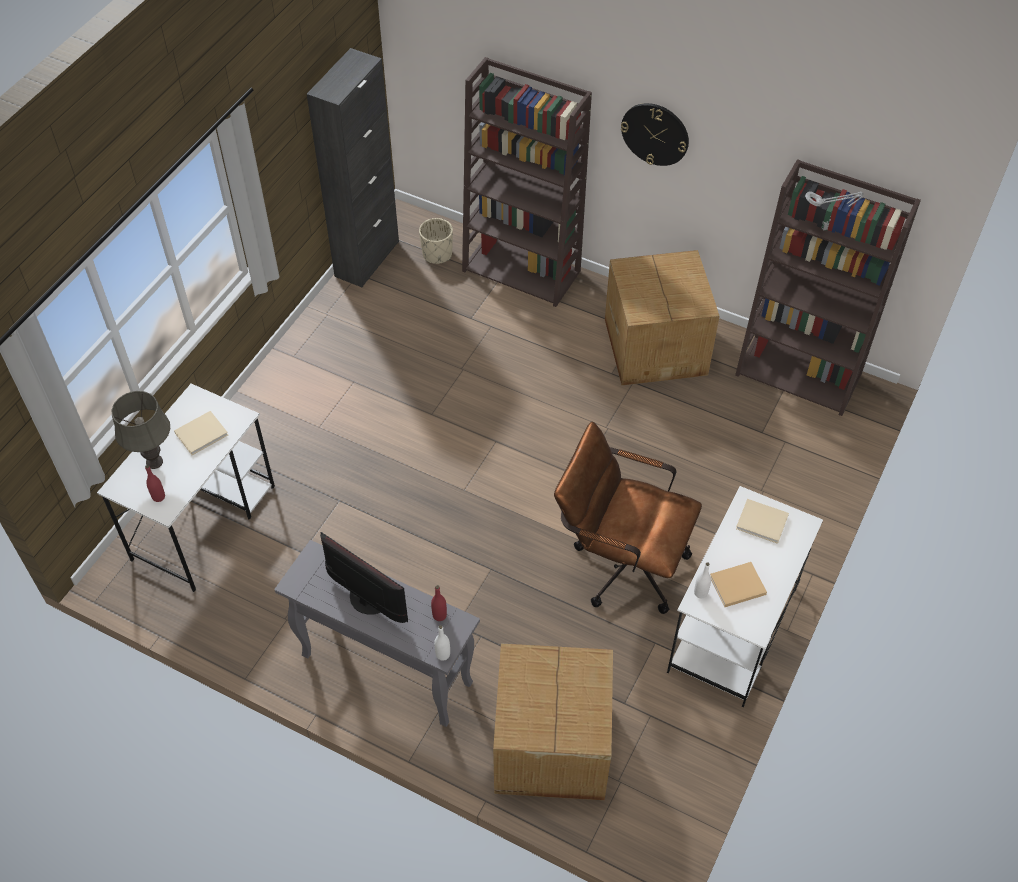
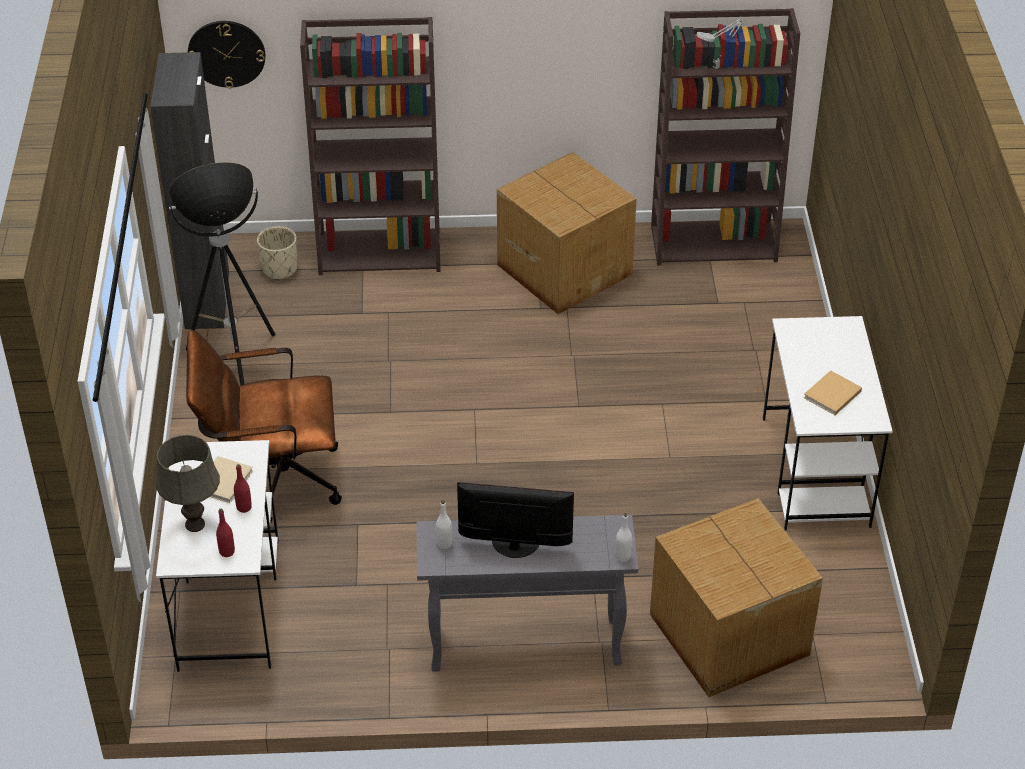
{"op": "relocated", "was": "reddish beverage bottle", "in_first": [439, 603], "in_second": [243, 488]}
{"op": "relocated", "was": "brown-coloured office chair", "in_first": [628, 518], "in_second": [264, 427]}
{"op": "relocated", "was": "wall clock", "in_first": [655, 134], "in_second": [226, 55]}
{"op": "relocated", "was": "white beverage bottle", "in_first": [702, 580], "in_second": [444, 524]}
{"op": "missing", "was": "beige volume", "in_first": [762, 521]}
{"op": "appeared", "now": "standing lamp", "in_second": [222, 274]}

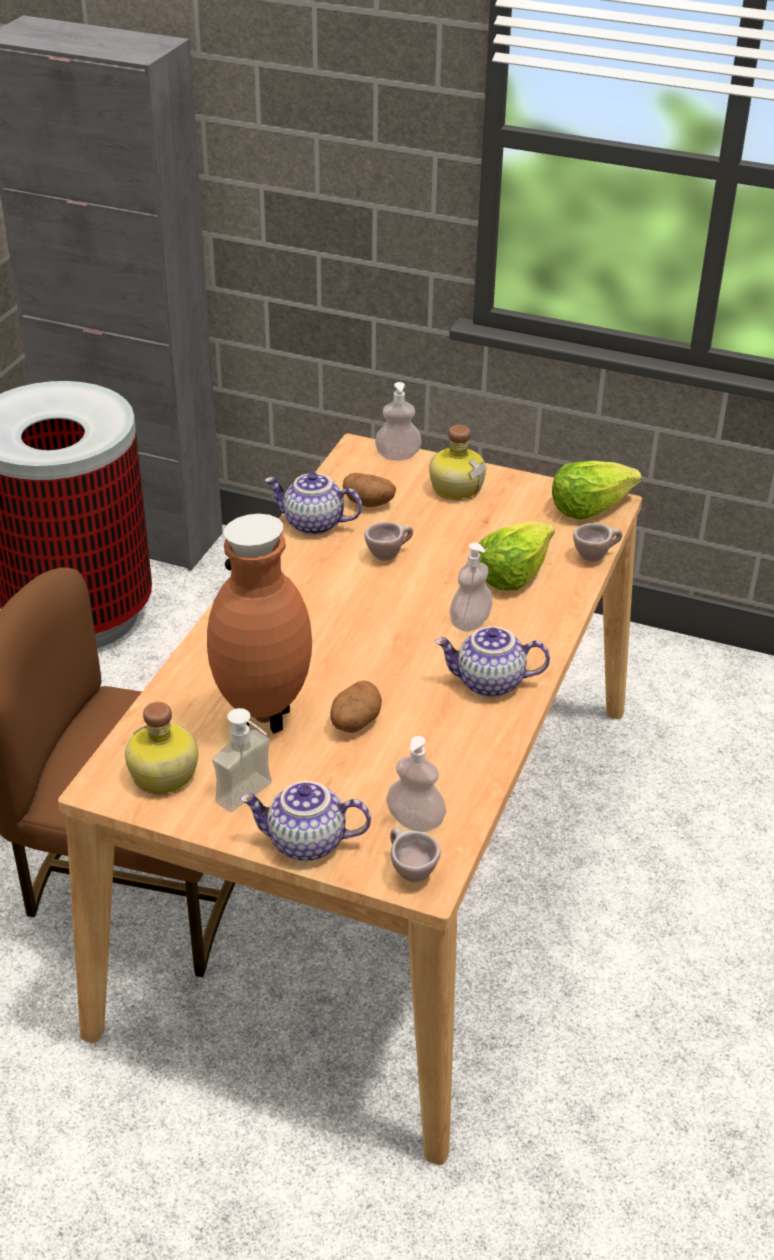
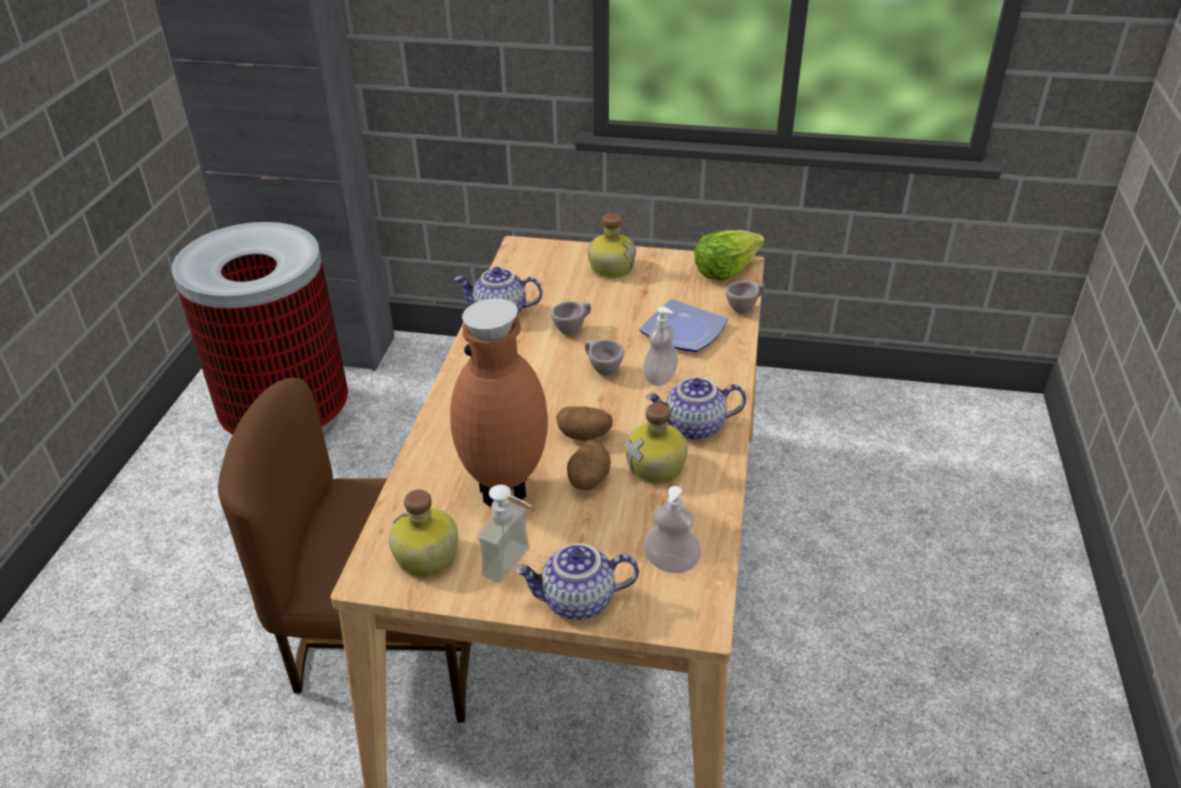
{"op": "relocated", "was": "spud", "in_first": [369, 490], "in_second": [584, 423]}
{"op": "missing", "was": "soap dispenser", "in_first": [398, 421]}
{"op": "relocated", "was": "beige small cup", "in_first": [415, 854], "in_second": [604, 358]}
{"op": "exchanged", "was": "lettuce", "now": "plate", "in_first": [516, 556], "in_second": [683, 325]}
{"op": "appeared", "now": "beverage bottle", "in_second": [656, 443]}

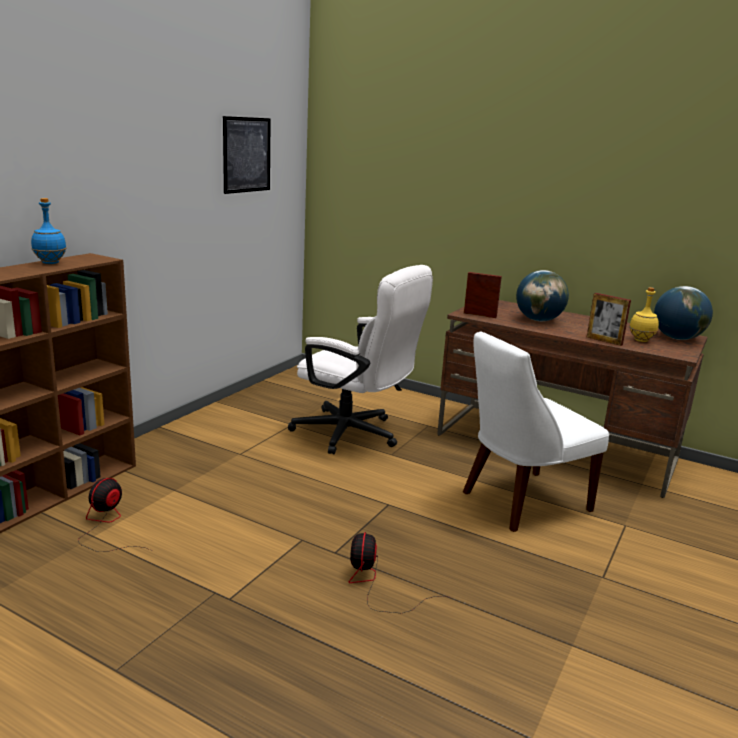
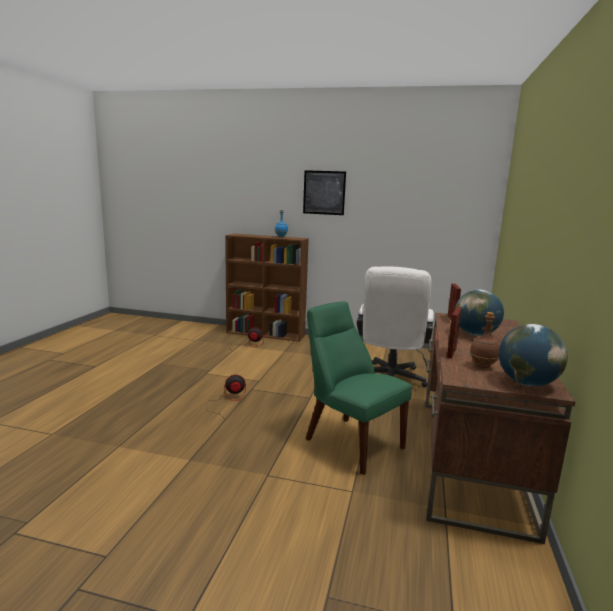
{"op": "relocated", "was": "picture", "in_first": [247, 155], "in_second": [324, 192]}
{"op": "colour", "was": "white plain chair", "now": "green-coloured plain chair", "in_first": [536, 431], "in_second": [358, 388]}
{"op": "colour", "was": "yellowish beverage bottle", "now": "brown-coloured beverage bottle", "in_first": [644, 314], "in_second": [485, 340]}

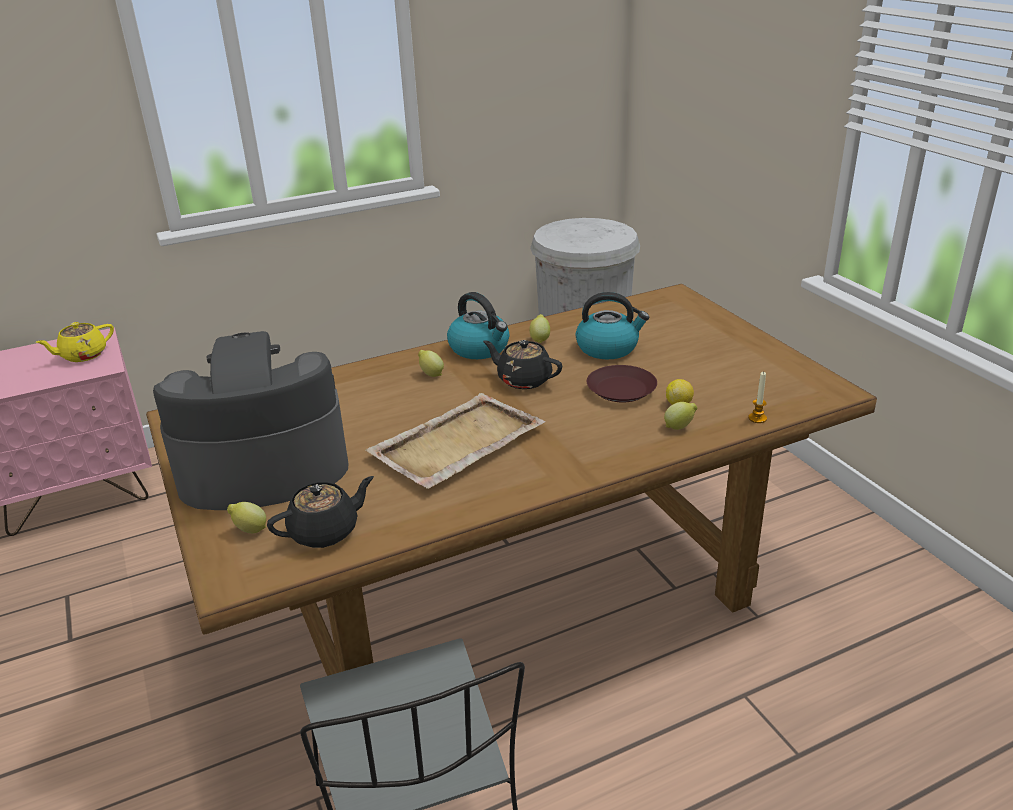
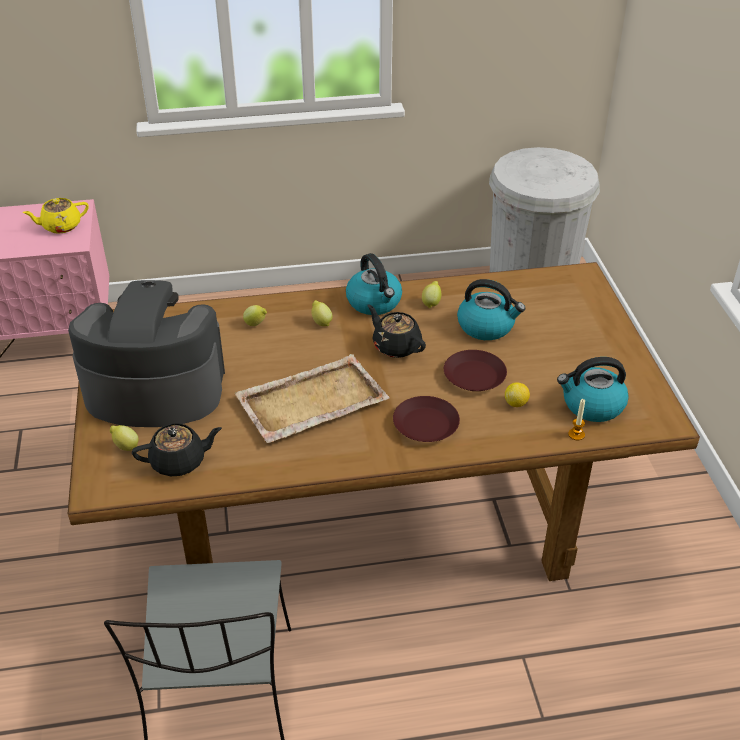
{"op": "relocated", "was": "lemon", "in_first": [681, 416], "in_second": [255, 315]}
{"op": "appeared", "now": "brown-coloured plate", "in_second": [426, 419]}
{"op": "appeared", "now": "water kettle", "in_second": [593, 389]}

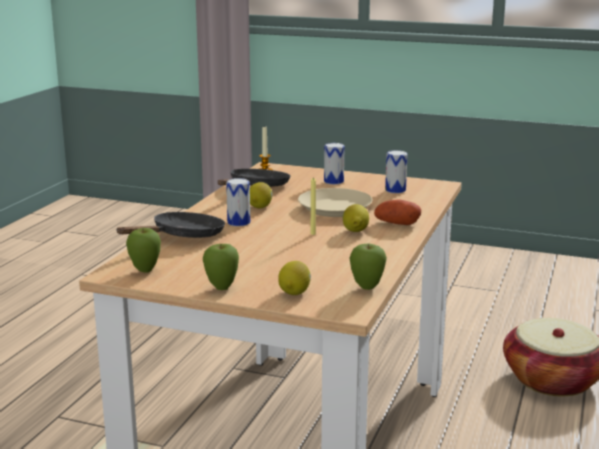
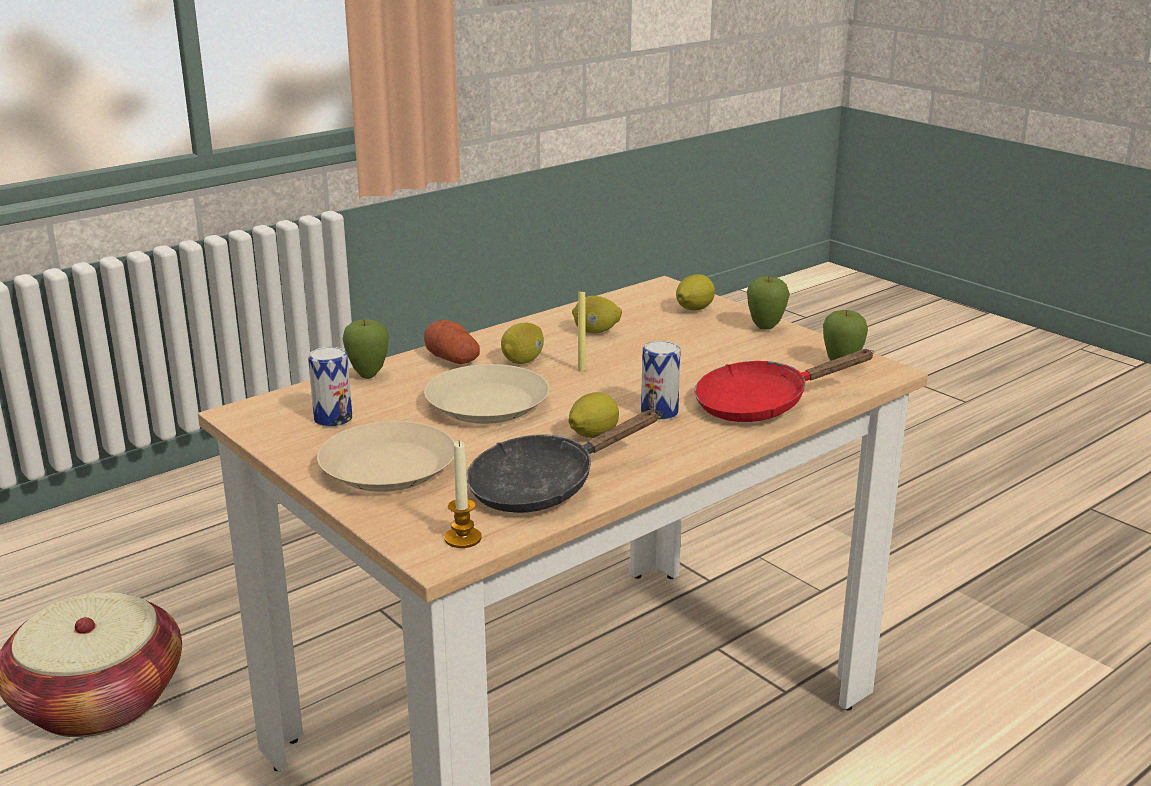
{"op": "colour", "was": "black-coloured pan", "now": "reddish pan", "in_first": [170, 225], "in_second": [784, 385]}
{"op": "exchanged", "was": "metal can", "now": "beige plate", "in_first": [334, 163], "in_second": [386, 456]}
{"op": "relocated", "was": "apple", "in_first": [368, 266], "in_second": [366, 349]}
{"op": "appeared", "now": "lemon", "in_second": [597, 315]}

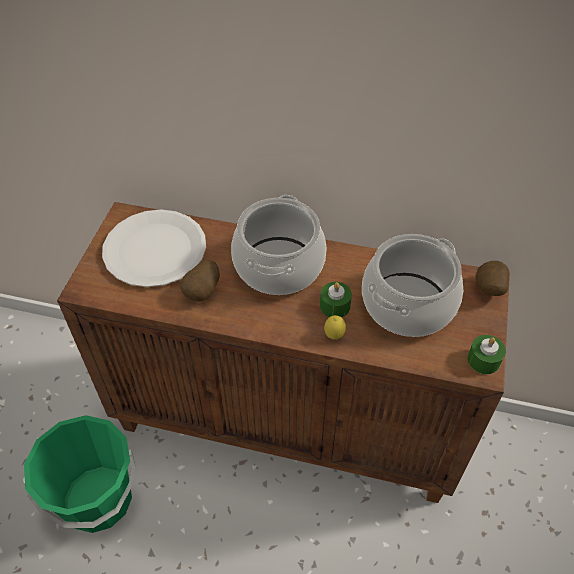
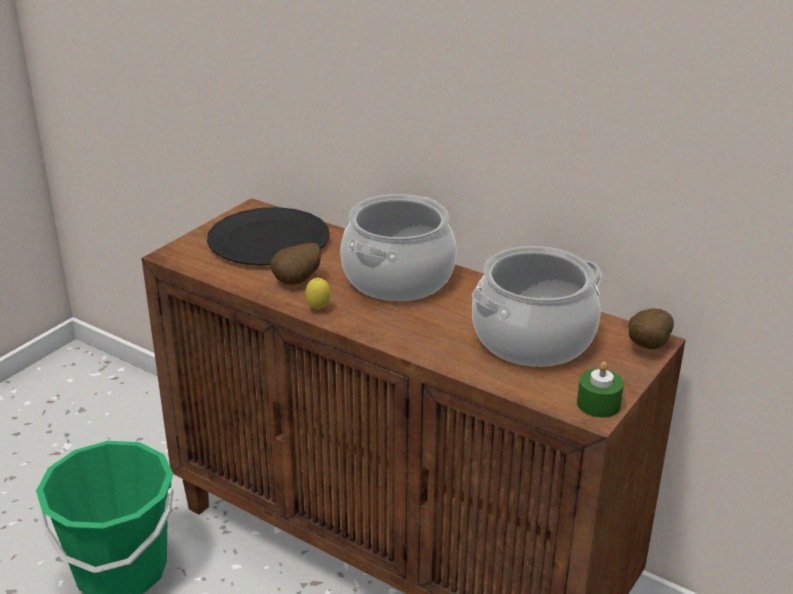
{"op": "colour", "was": "white plate", "now": "black-coloured plate", "in_first": [154, 248], "in_second": [268, 236]}
{"op": "missing", "was": "green-coloured wax light", "in_first": [336, 300]}
{"op": "relocated", "was": "lemon", "in_first": [335, 327], "in_second": [318, 293]}

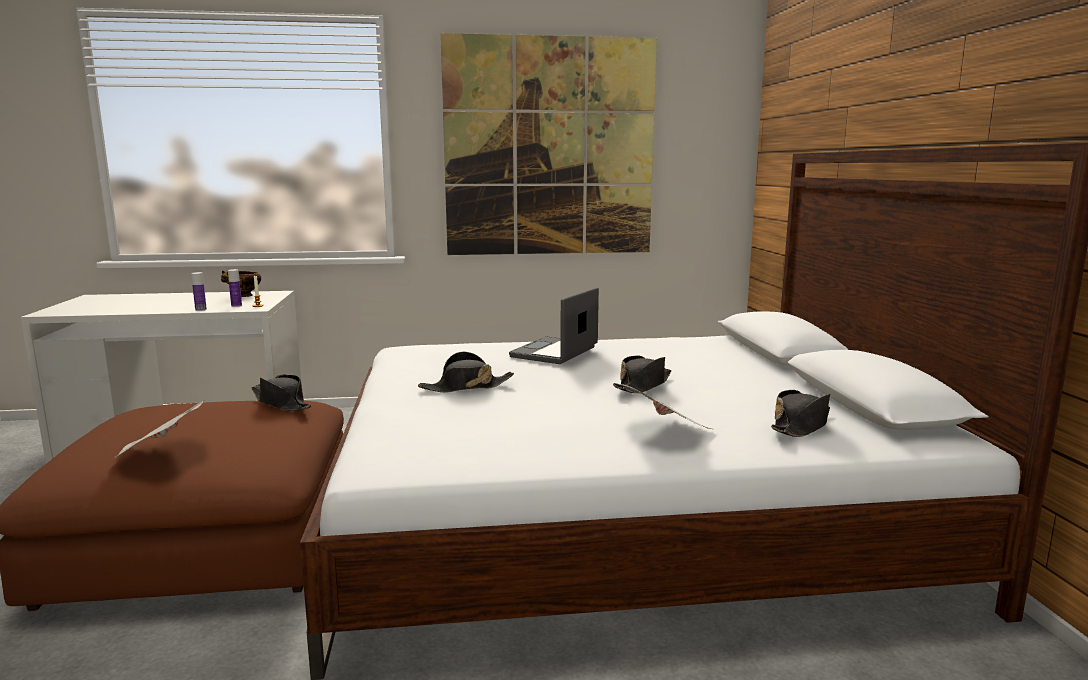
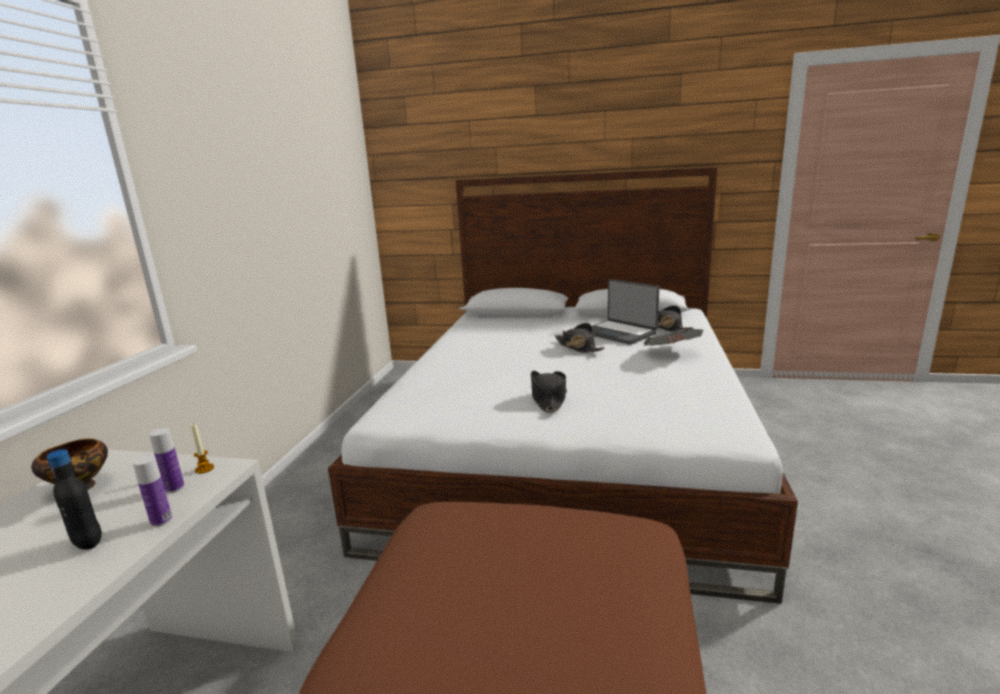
{"op": "missing", "was": "newspaper", "in_first": [159, 429]}
{"op": "missing", "was": "black-coloured hat", "in_first": [281, 393]}
{"op": "missing", "was": "picture", "in_first": [548, 144]}
{"op": "relocated", "was": "laptop", "in_first": [554, 325], "in_second": [625, 312]}
{"op": "appeared", "now": "black-coloured beverage bottle", "in_second": [74, 499]}

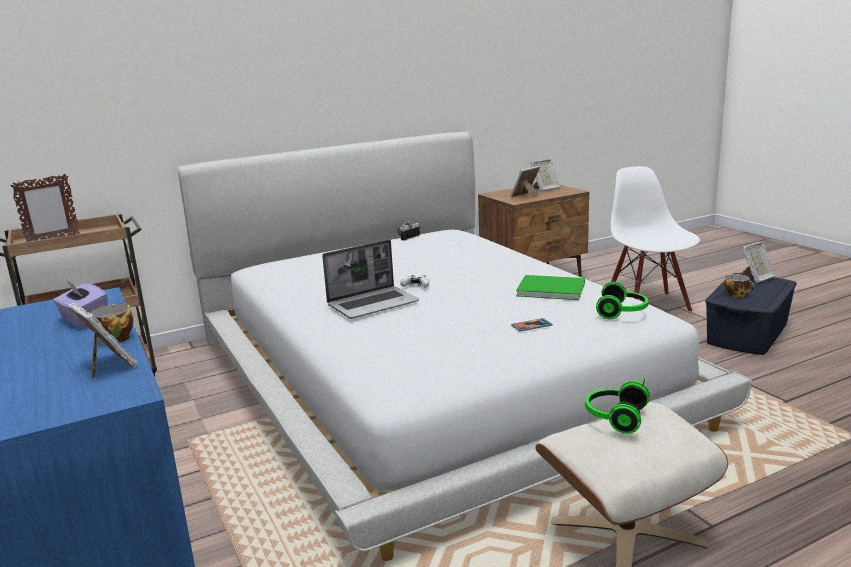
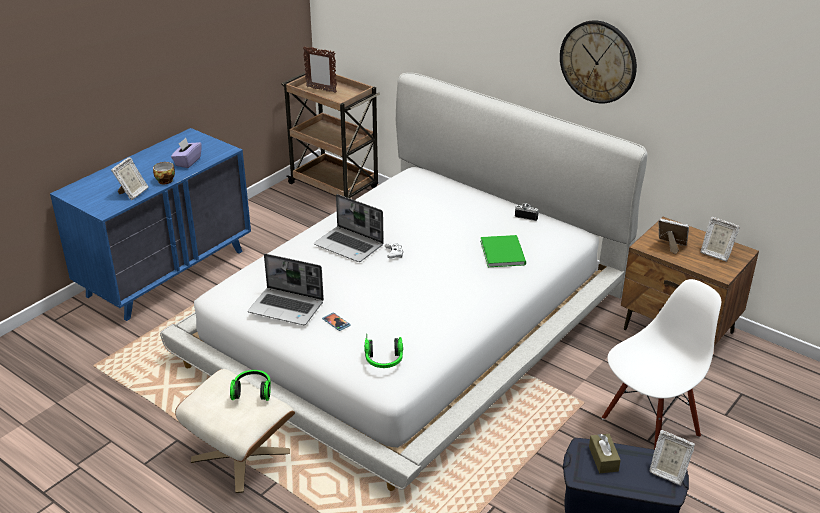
{"op": "relocated", "was": "green-coloured volume", "in_first": [550, 287], "in_second": [503, 251]}
{"op": "exchanged", "was": "small cup", "now": "brown-coloured tissue box", "in_first": [739, 286], "in_second": [605, 453]}
{"op": "appeared", "now": "laptop", "in_second": [286, 289]}
{"op": "appeared", "now": "wall clock", "in_second": [598, 61]}

